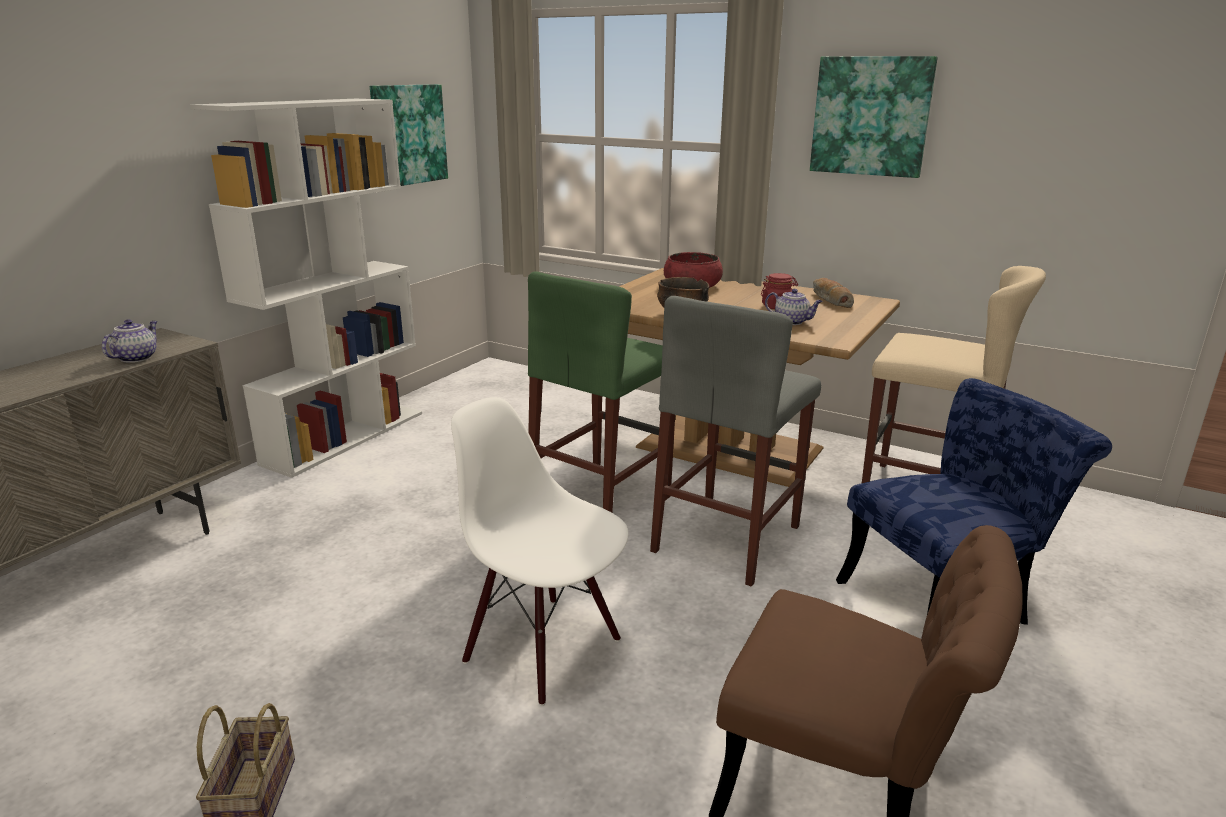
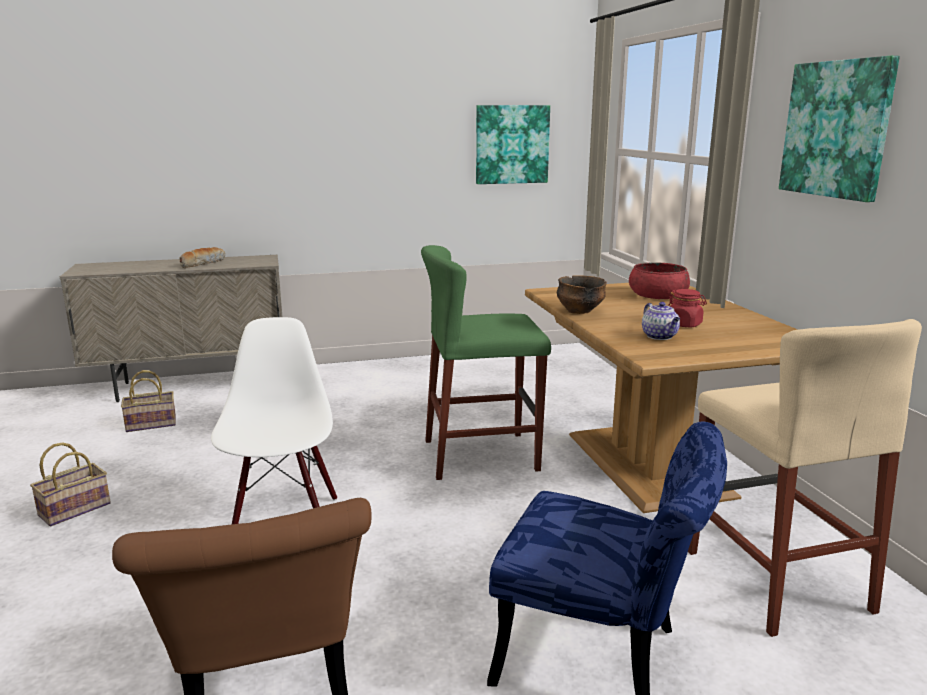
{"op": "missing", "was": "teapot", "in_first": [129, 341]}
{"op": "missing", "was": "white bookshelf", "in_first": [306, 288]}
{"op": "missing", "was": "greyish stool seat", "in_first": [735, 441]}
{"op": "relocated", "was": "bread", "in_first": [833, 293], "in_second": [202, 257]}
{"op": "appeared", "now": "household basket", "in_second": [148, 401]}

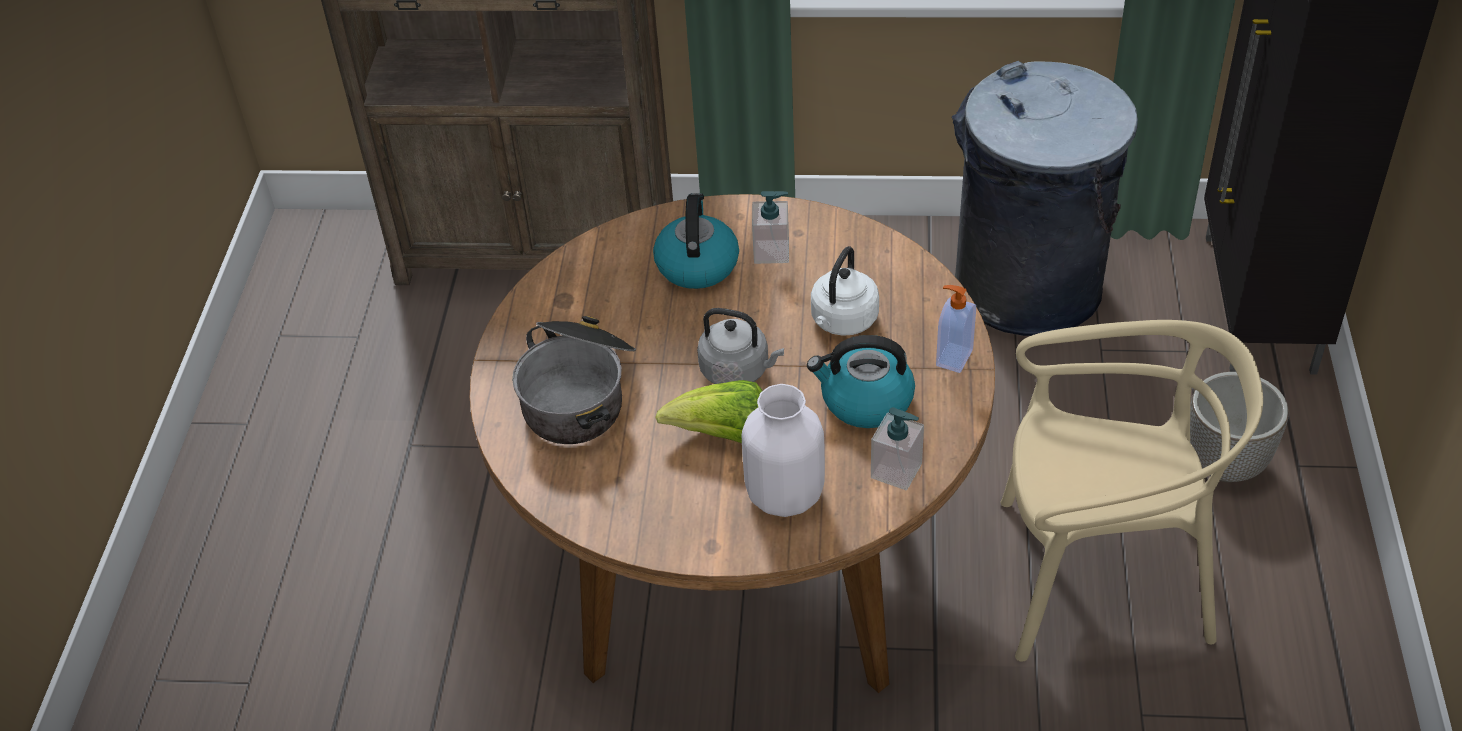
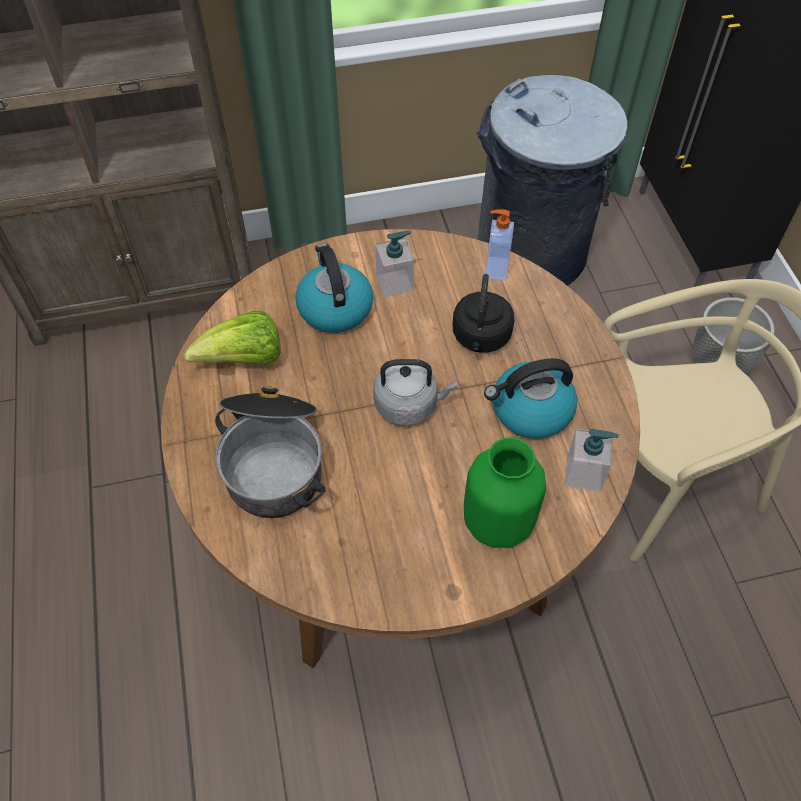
{"op": "relocated", "was": "lettuce", "in_first": [708, 411], "in_second": [232, 338]}
{"op": "colour", "was": "white vase", "now": "green-coloured vase", "in_first": [783, 450], "in_second": [505, 493]}
{"op": "colour", "was": "white water kettle", "now": "black-coloured water kettle", "in_first": [845, 291], "in_second": [483, 313]}
{"op": "relocated", "was": "soap dispenser", "in_first": [956, 329], "in_second": [499, 244]}

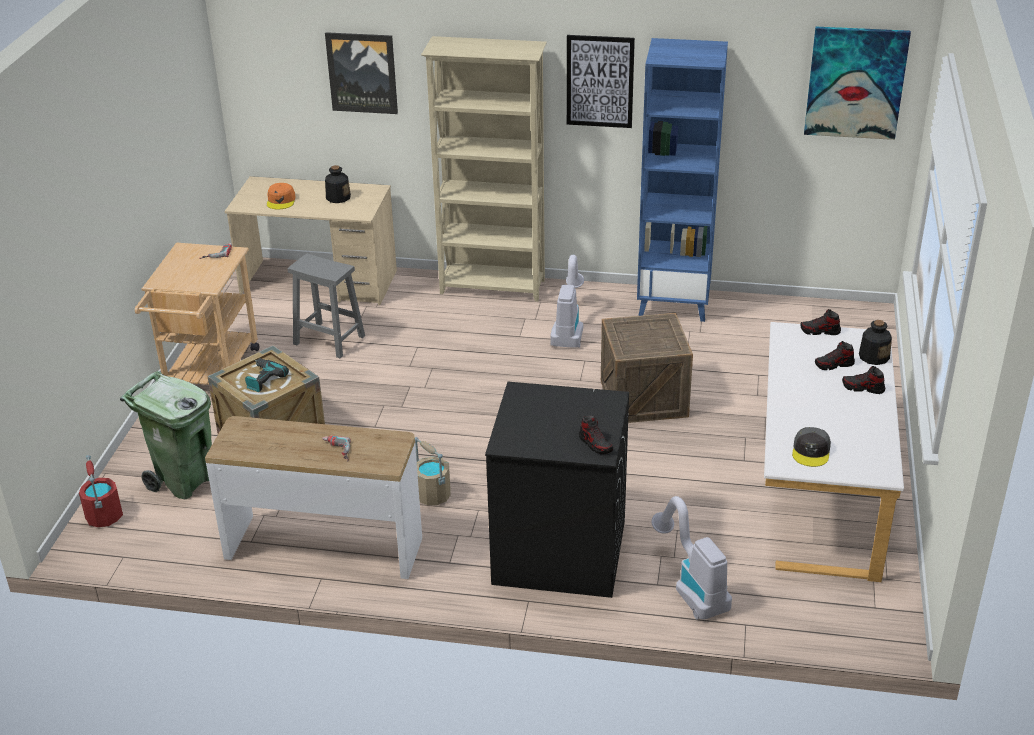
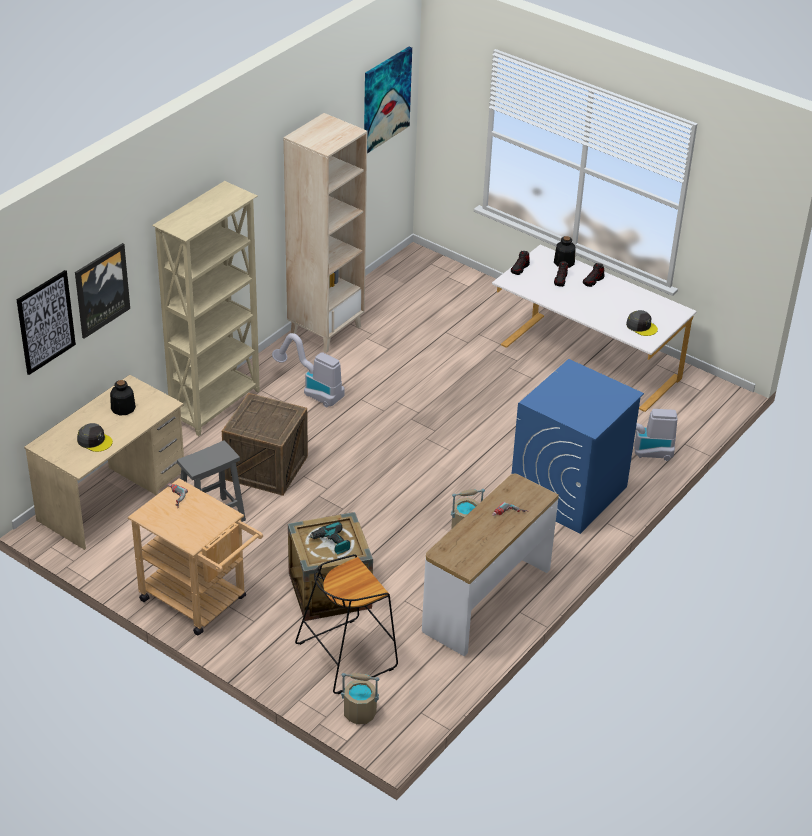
{"op": "colour", "was": "reddish pail", "now": "beige pail", "in_first": [101, 491], "in_second": [360, 698]}
{"op": "exchanged", "was": "green-coloured trash can", "now": "black-coloured stool seat", "in_first": [166, 435], "in_second": [346, 624]}
{"op": "colour", "was": "orange peaked cap", "now": "greyish peaked cap", "in_first": [281, 196], "in_second": [95, 437]}
{"op": "colour", "was": "black-coloured washing machine", "now": "bluish washing machine", "in_first": [557, 490], "in_second": [578, 446]}
{"op": "relocated", "was": "picture", "in_first": [601, 81], "in_second": [46, 322]}
{"op": "missing", "was": "item of footwear", "in_first": [596, 435]}
{"op": "relocated", "was": "packing crate", "in_first": [647, 368], "in_second": [265, 444]}
{"op": "colour", "was": "bluish bookshelf", "now": "beige bookshelf", "in_first": [682, 180], "in_second": [326, 233]}

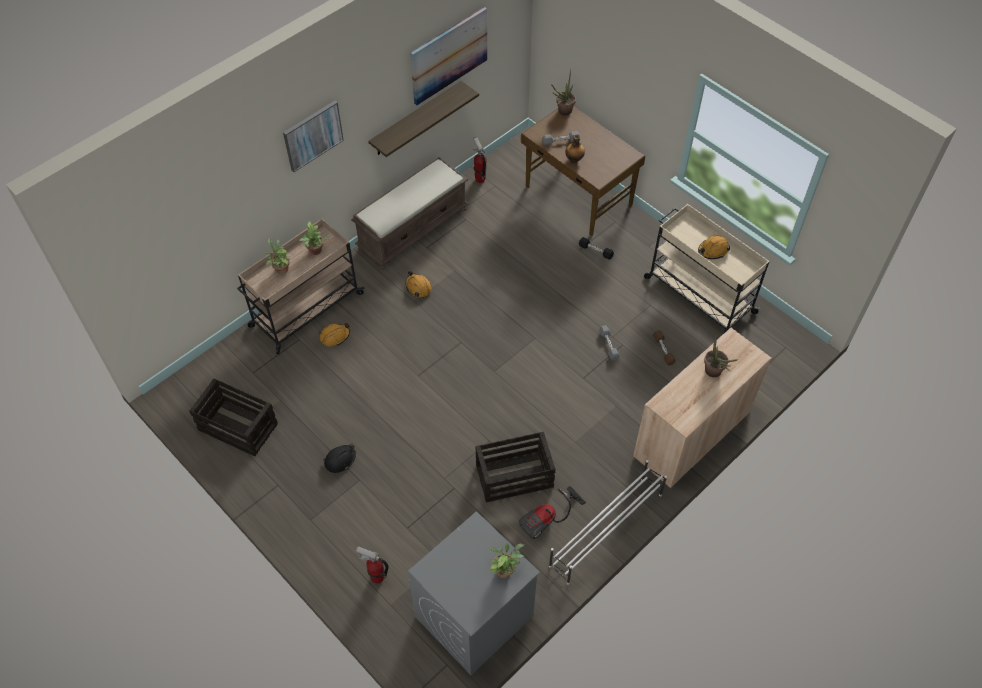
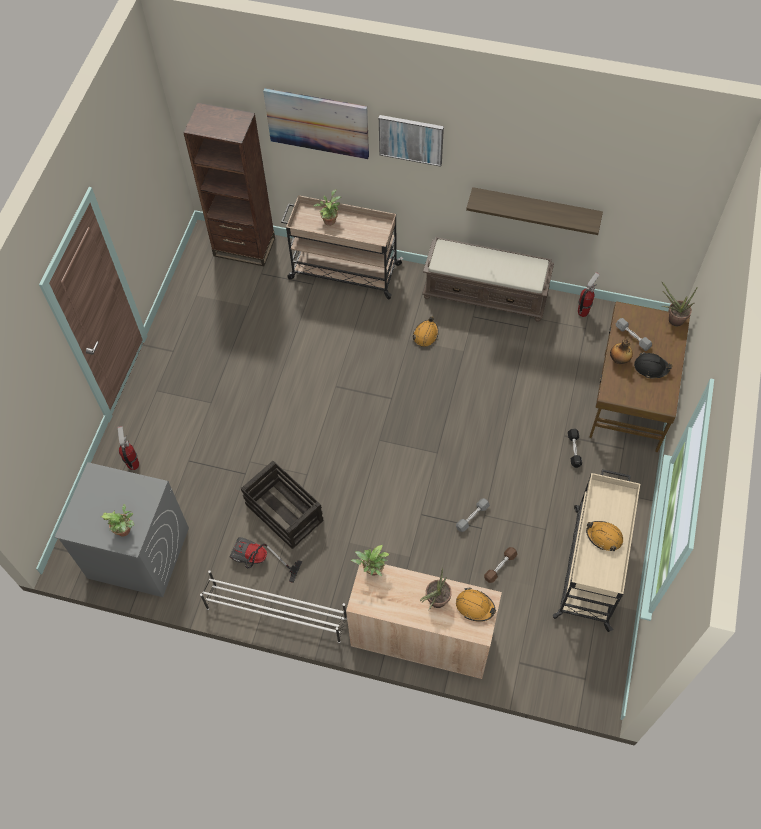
{"op": "missing", "was": "packing crate", "in_first": [233, 417]}
{"op": "relocated", "was": "potted plant", "in_first": [313, 238], "in_second": [370, 560]}
{"op": "relocated", "was": "orange hard hat", "in_first": [334, 335], "in_second": [476, 604]}
{"op": "relocated", "was": "black-coloured hard hat", "in_first": [339, 458], "in_second": [653, 365]}
{"op": "relocated", "was": "picture", "in_first": [448, 56], "in_second": [316, 123]}
{"op": "appeared", "now": "brown-coloured bookshelf", "in_second": [229, 184]}

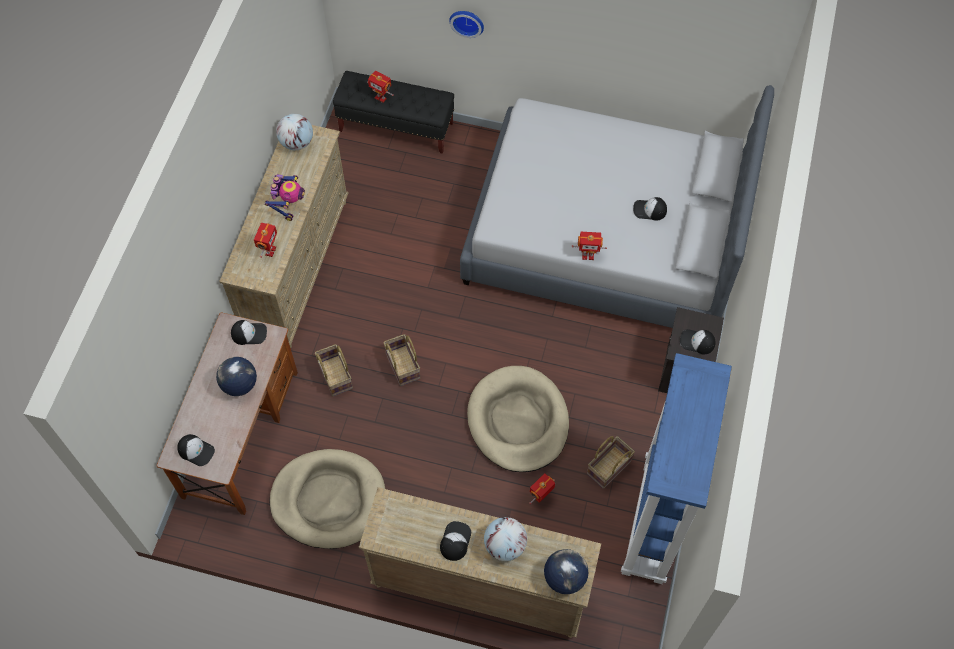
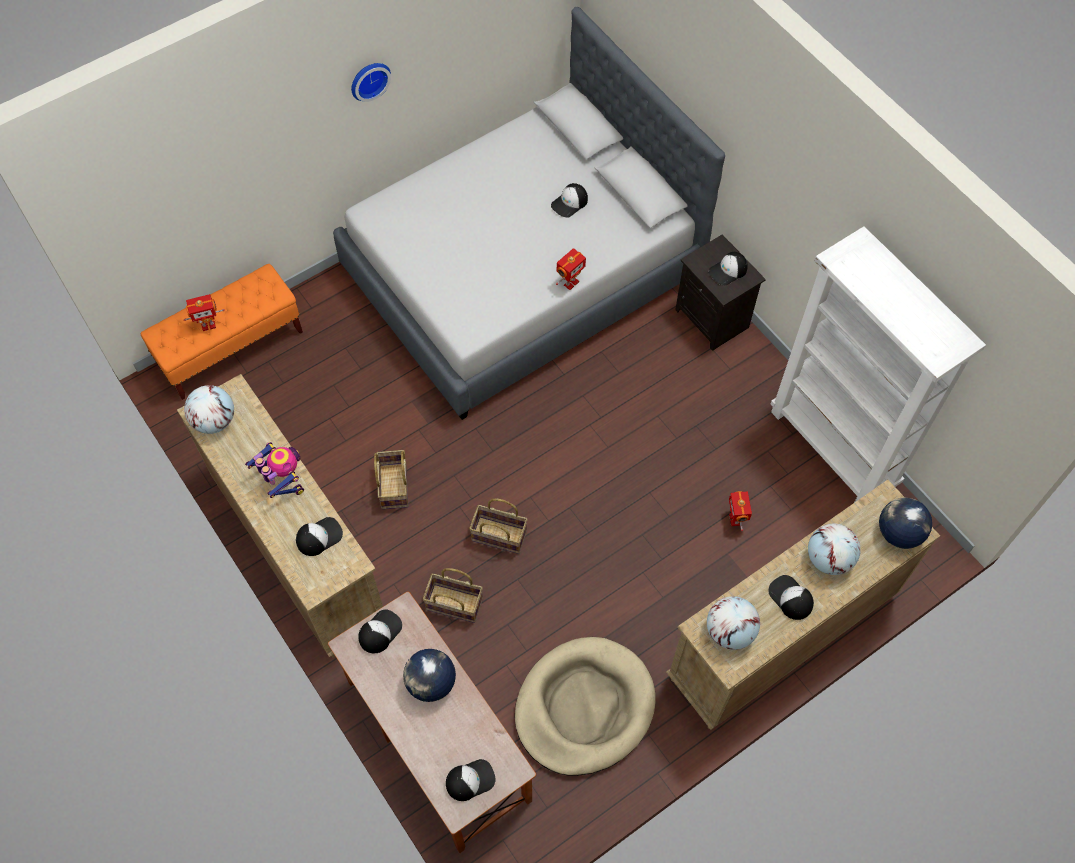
{"op": "exchanged", "was": "robot figure", "now": "peaked cap", "in_first": [265, 240], "in_second": [319, 536]}
{"op": "colour", "was": "black-coloured bench", "now": "orange bench", "in_first": [393, 112], "in_second": [222, 332]}
{"op": "relocated", "was": "wall clock", "in_first": [466, 24], "in_second": [371, 82]}
{"op": "missing", "was": "beige dog cushion", "in_first": [518, 419]}
{"op": "relocated", "was": "household basket", "in_first": [611, 462], "in_second": [391, 479]}
{"op": "colour", "was": "bluish bookshelf", "now": "white bookshelf", "in_first": [676, 468], "in_second": [878, 364]}
{"op": "appeared", "now": "desk globe", "in_second": [733, 623]}

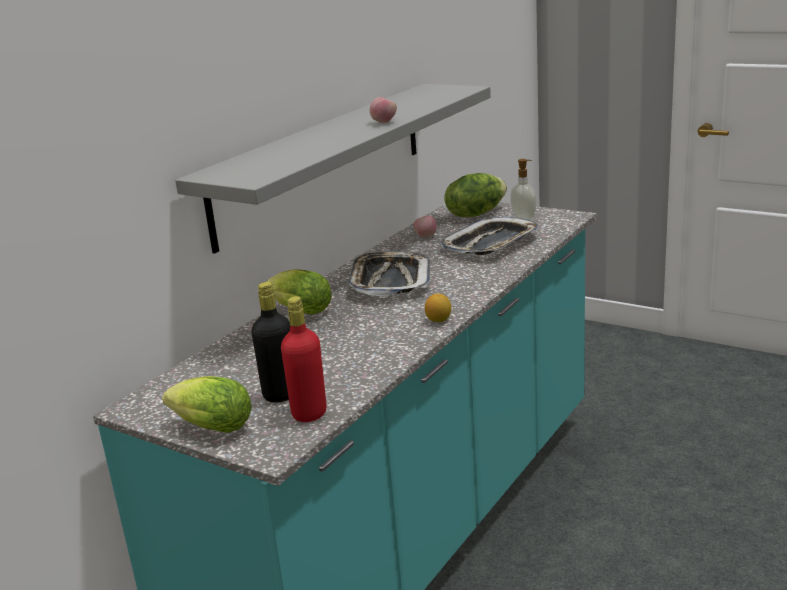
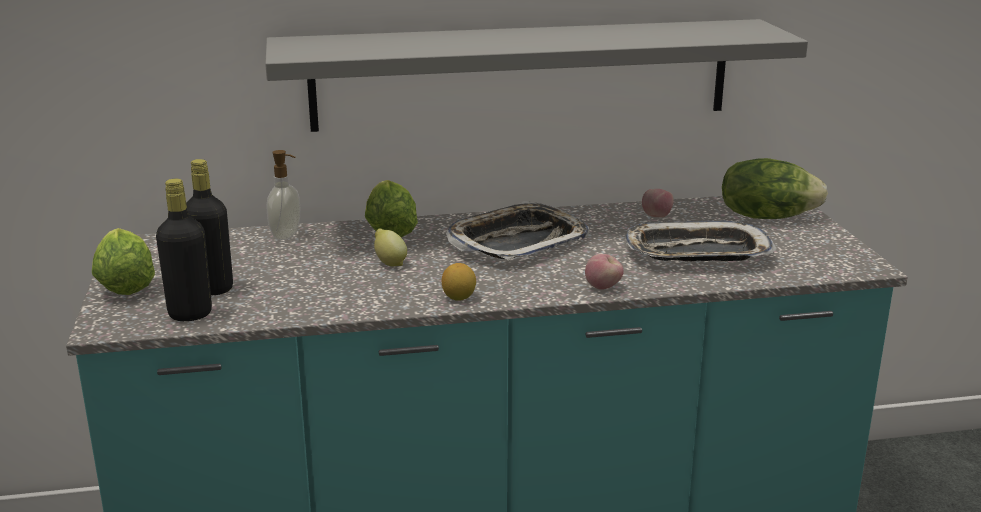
{"op": "colour", "was": "reddish beverage bottle", "now": "black-coloured beverage bottle", "in_first": [304, 359], "in_second": [184, 250]}
{"op": "relocated", "was": "apple", "in_first": [383, 110], "in_second": [604, 272]}
{"op": "relocated", "was": "soap dispenser", "in_first": [523, 189], "in_second": [283, 195]}
{"op": "appeared", "now": "lemon", "in_second": [390, 247]}

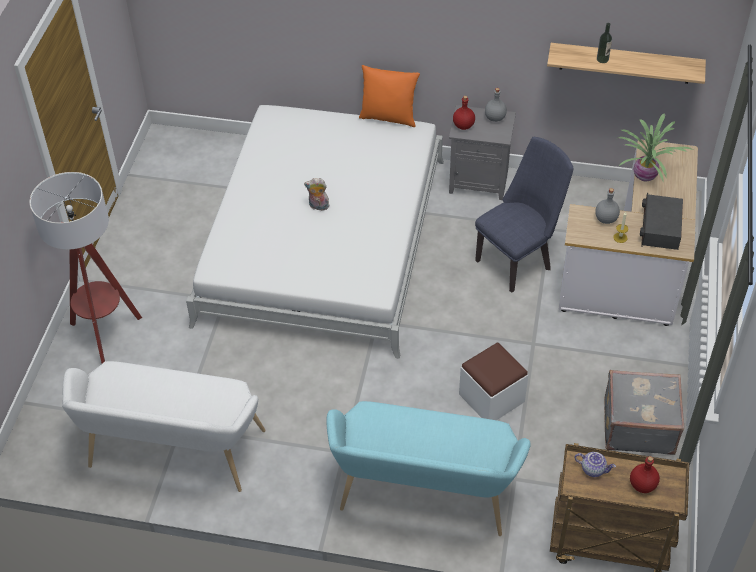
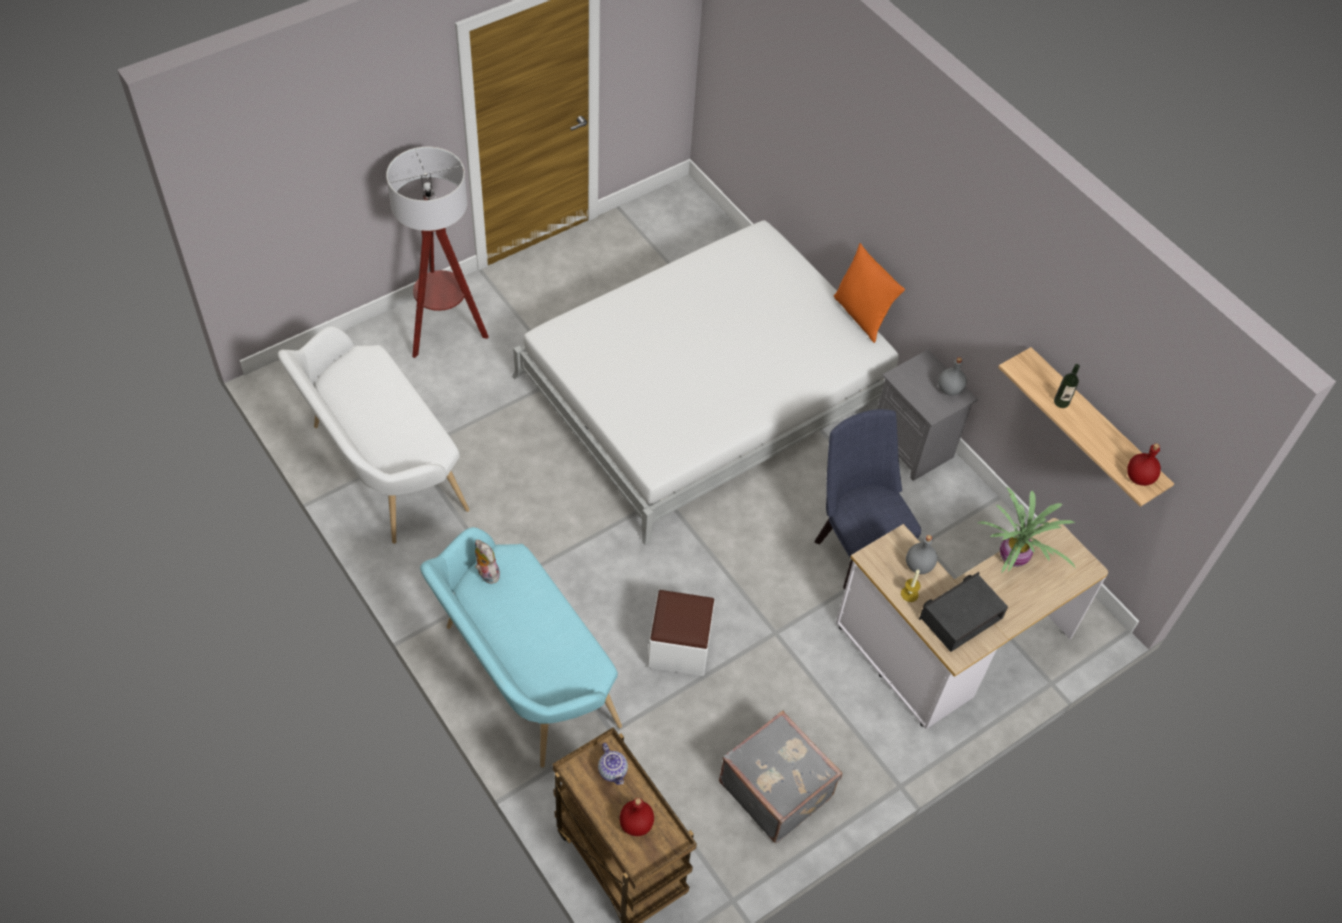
{"op": "relocated", "was": "cuddly toy", "in_first": [317, 194], "in_second": [487, 561]}
{"op": "relocated", "was": "reddish beverage bottle", "in_first": [464, 113], "in_second": [1144, 464]}
{"op": "spun", "was": "bluish plain chair", "in_first": [524, 215], "in_second": [867, 499], "clockwise": -120}

